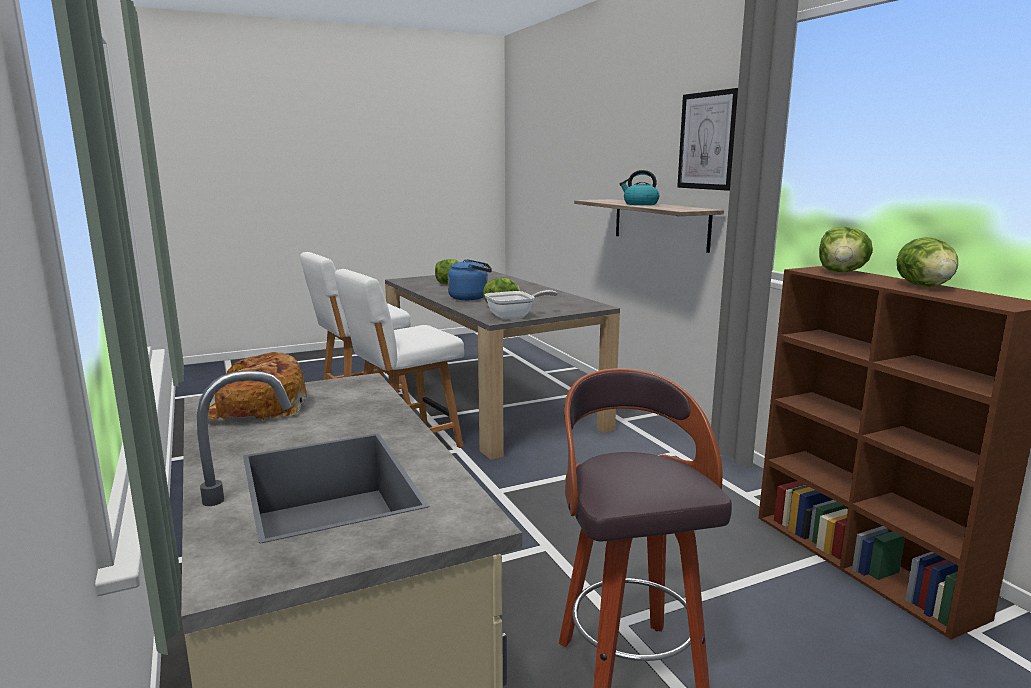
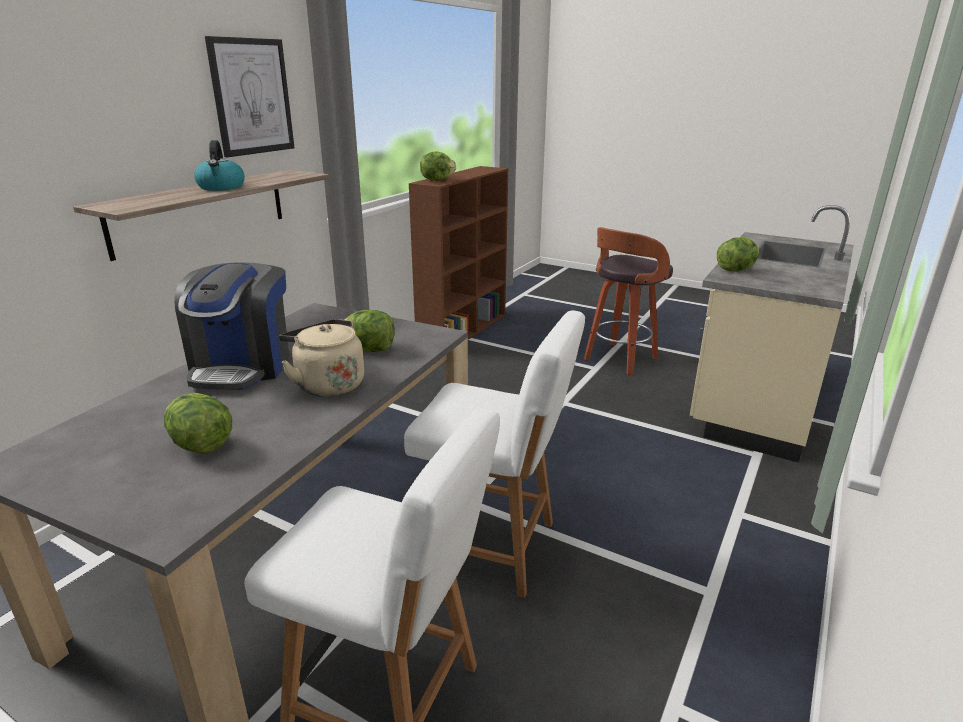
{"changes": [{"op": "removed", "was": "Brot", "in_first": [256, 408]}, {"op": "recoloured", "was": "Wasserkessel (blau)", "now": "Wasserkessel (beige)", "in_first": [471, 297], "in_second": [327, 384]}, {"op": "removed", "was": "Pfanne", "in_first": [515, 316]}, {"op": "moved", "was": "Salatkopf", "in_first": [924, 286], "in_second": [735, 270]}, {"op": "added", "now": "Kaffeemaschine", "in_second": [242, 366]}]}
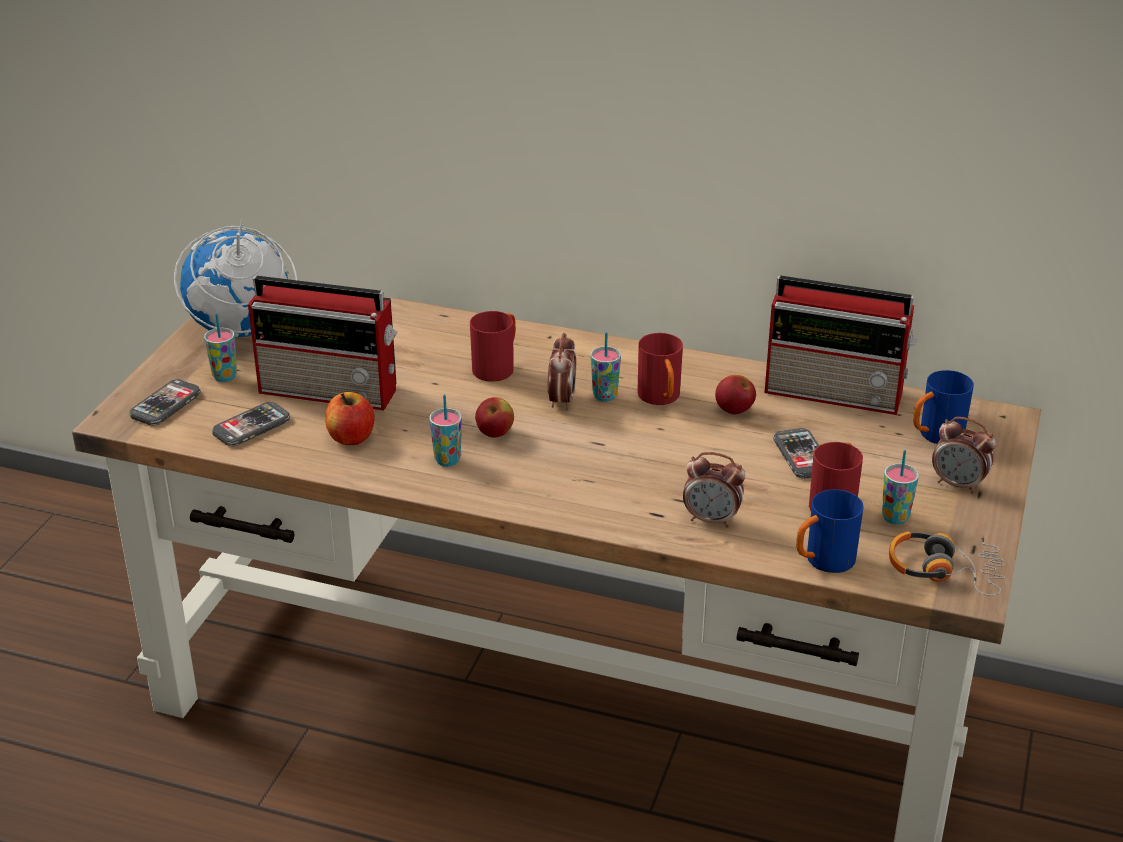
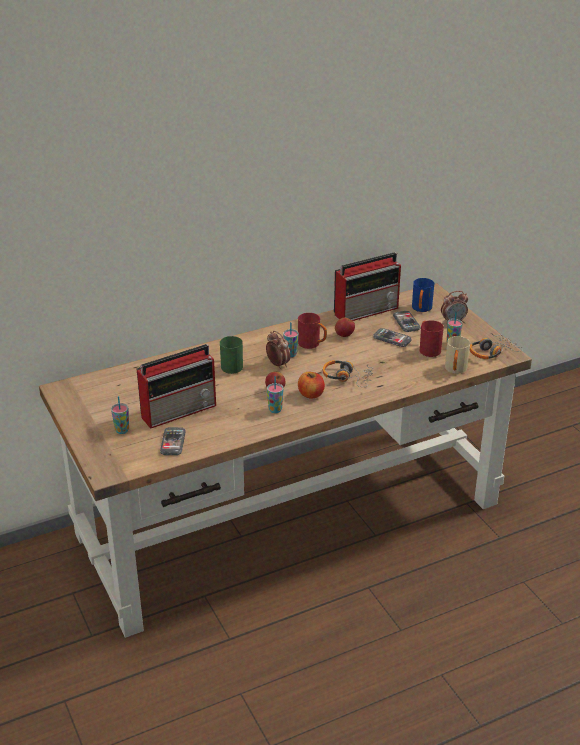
{"changes": [{"op": "moved", "was": "Handy", "in_first": [165, 405], "in_second": [406, 322]}, {"op": "removed", "was": "Globus", "in_first": [240, 332]}, {"op": "moved", "was": "Apfel", "in_first": [351, 437], "in_second": [311, 394]}, {"op": "recoloured", "was": "Henkelbecher (rot)", "now": "Henkelbecher (grün)", "in_first": [497, 367], "in_second": [231, 365]}, {"op": "removed", "was": "Wecker", "in_first": [712, 520]}, {"op": "recoloured", "was": "Henkelbecher (blau)", "now": "Henkelbecher (beige)", "in_first": [822, 562], "in_second": [455, 370]}, {"op": "added", "now": "Kopfhörer", "in_second": [348, 377]}]}
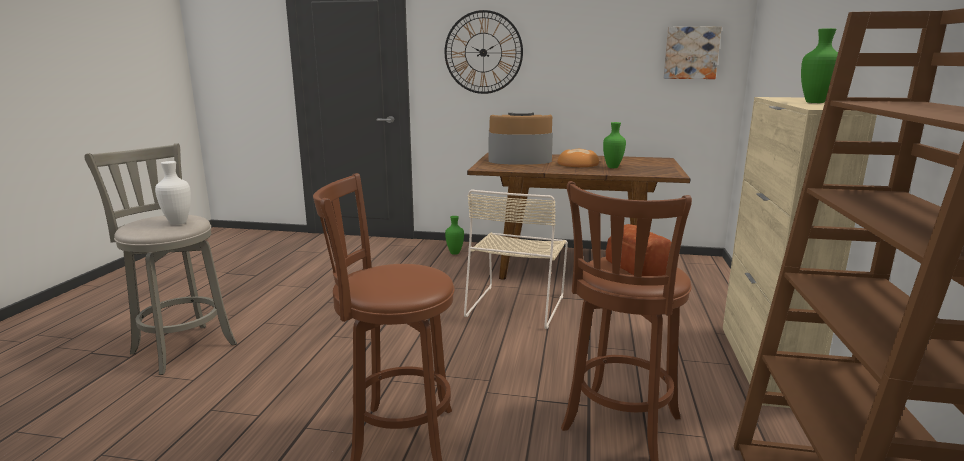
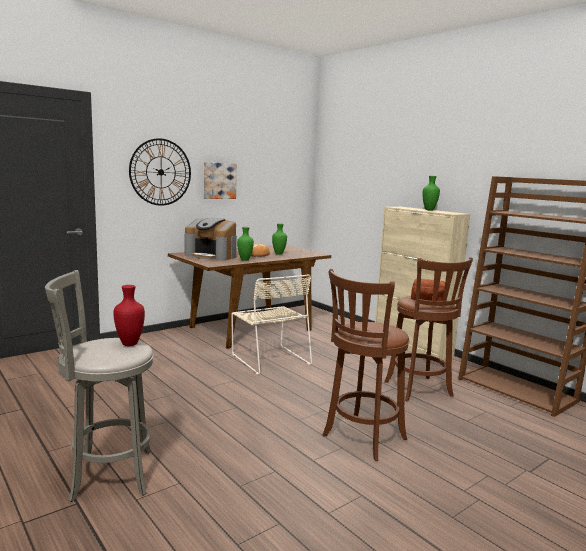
{"changes": [{"op": "recoloured", "was": "Vase (weiß)", "now": "Vase (rot)", "in_first": [177, 223], "in_second": [129, 344]}, {"op": "moved", "was": "Vase (grün)", "in_first": [455, 253], "in_second": [245, 260]}, {"op": "turned", "was": "Kaffeemaschine", "in_first": [519, 160], "in_second": [211, 256], "clockwise": -105}, {"op": "moved", "was": "Bild", "in_first": [691, 53], "in_second": [219, 180]}]}
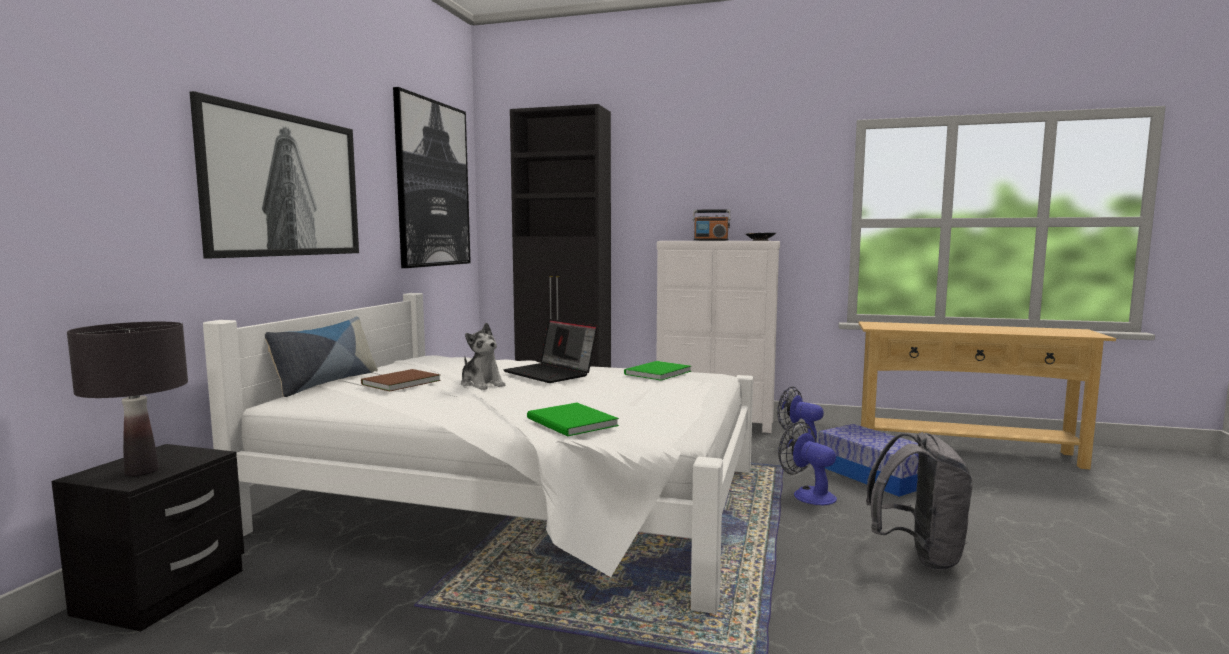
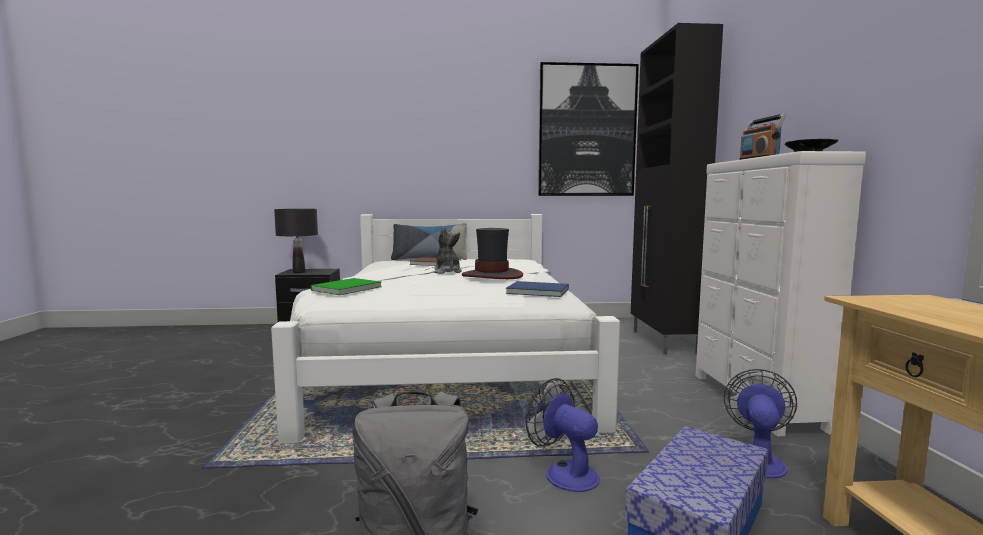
{"changes": [{"op": "removed", "was": "Bild", "in_first": [285, 185]}, {"op": "turned", "was": "Plüschtier", "in_first": [482, 385], "in_second": [447, 272], "clockwise": 135}, {"op": "replaced", "was": "Laptop", "now": "Hut", "in_first": [551, 373], "in_second": [492, 275]}, {"op": "recoloured", "was": "Buch (grün)", "now": "Buch (blau)", "in_first": [655, 373], "in_second": [536, 291]}, {"op": "turned", "was": "Ventilator", "in_first": [808, 494], "in_second": [564, 472], "clockwise": -75}]}
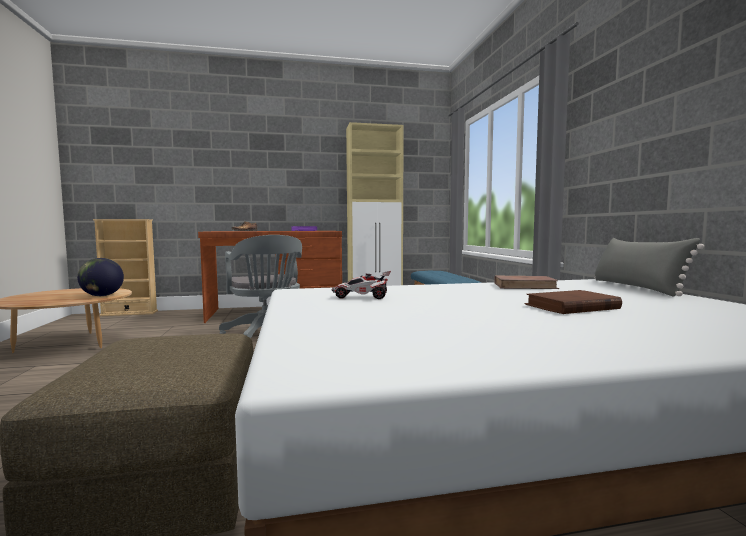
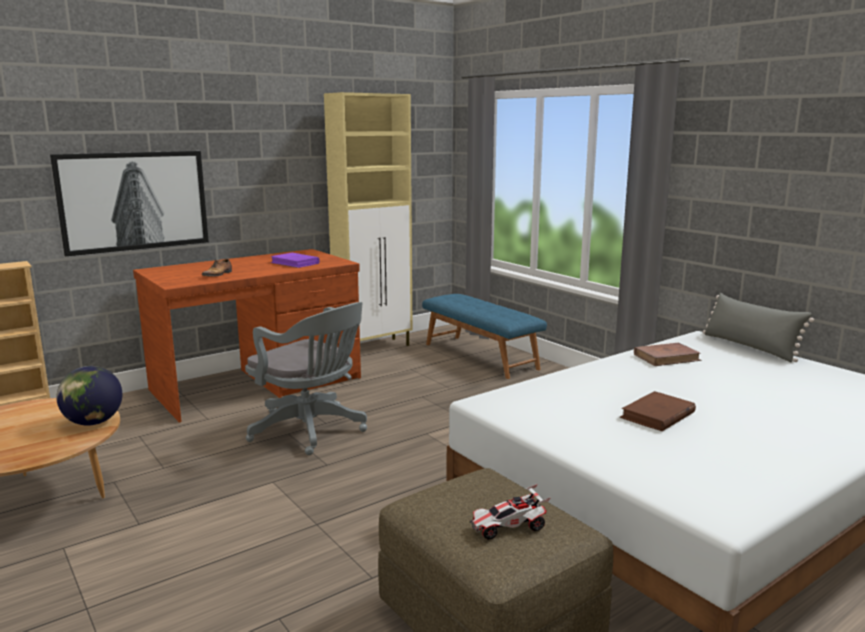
{"changes": [{"op": "moved", "was": "Spielzeugauto", "in_first": [362, 297], "in_second": [508, 527]}, {"op": "moved", "was": "Buch (braun)", "in_first": [571, 307], "in_second": [657, 415]}, {"op": "added", "now": "Bild", "in_second": [134, 201]}]}
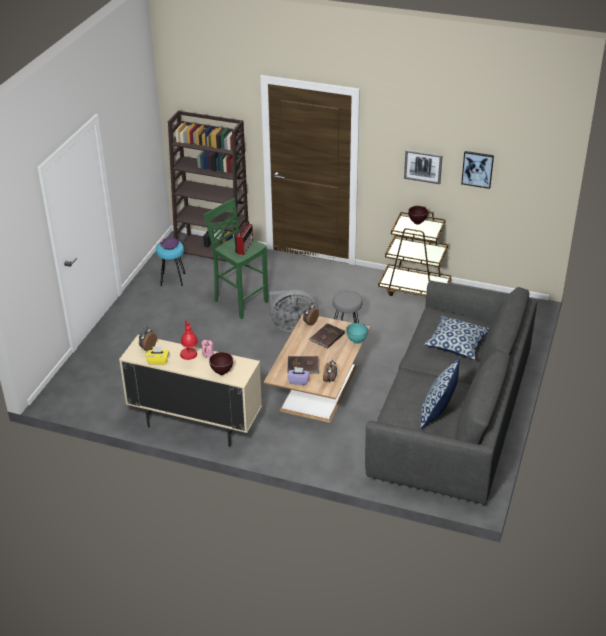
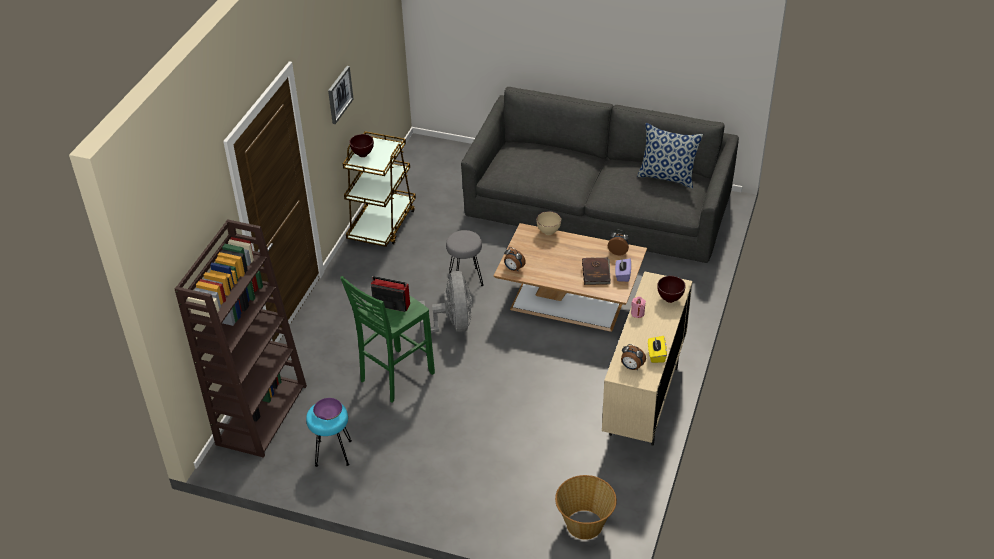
{"changes": [{"op": "removed", "was": "Tischlampe (rot)", "in_first": [190, 359]}, {"op": "removed", "was": "Buch (braun)", "in_first": [326, 337]}, {"op": "recoloured", "was": "Schüssel (türkis)", "now": "Schüssel (beige)", "in_first": [357, 341], "in_second": [548, 232]}, {"op": "removed", "was": "Kissen", "in_first": [456, 344]}, {"op": "removed", "was": "Bild", "in_first": [477, 169]}, {"op": "added", "now": "Korb", "in_second": [584, 525]}]}
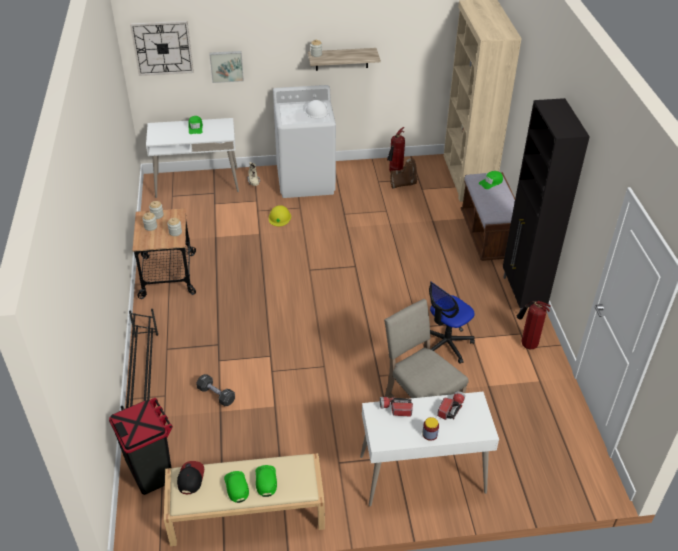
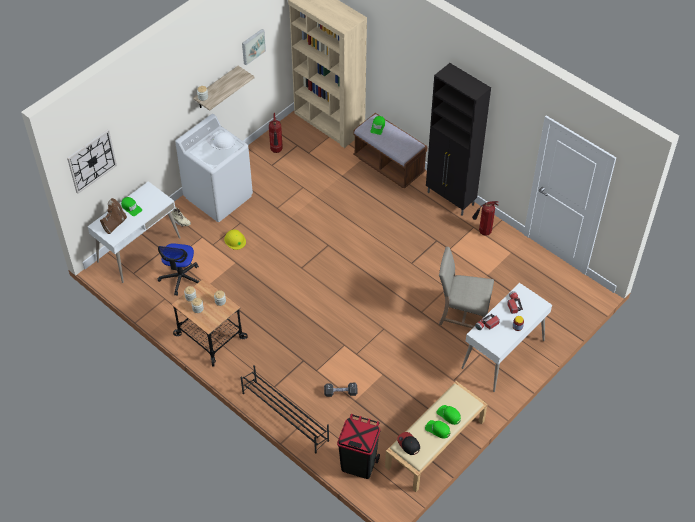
{"changes": [{"op": "moved", "was": "Bild", "in_first": [226, 66], "in_second": [252, 46]}, {"op": "moved", "was": "Stiefel (braun)", "in_first": [403, 184], "in_second": [114, 223]}, {"op": "moved", "was": "Bürostuhl", "in_first": [445, 344], "in_second": [181, 278]}]}
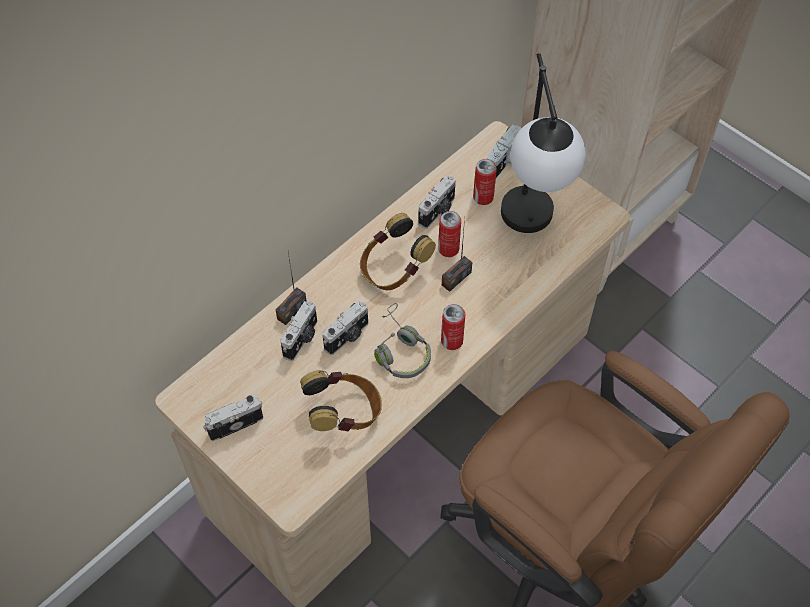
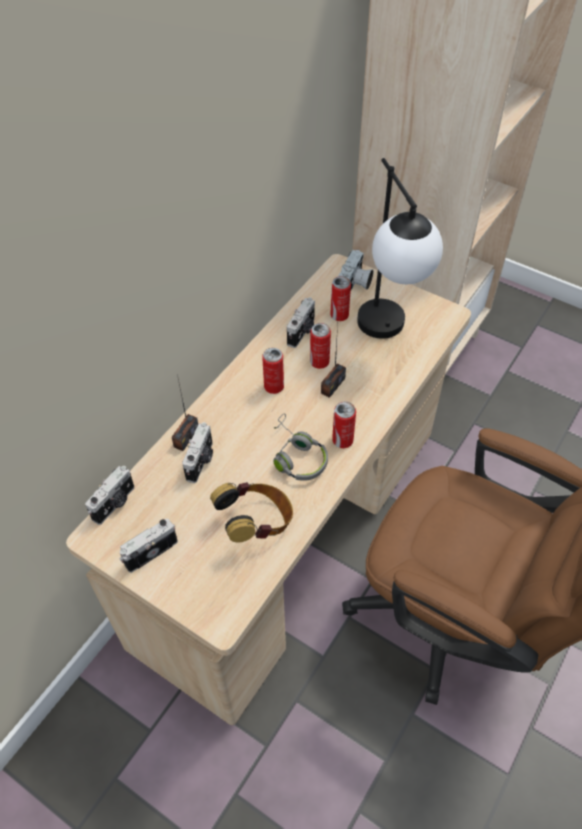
{"changes": [{"op": "moved", "was": "Kamera", "in_first": [348, 337], "in_second": [115, 503]}, {"op": "replaced", "was": "Kopfhörer", "now": "Dose", "in_first": [393, 269], "in_second": [274, 387]}]}
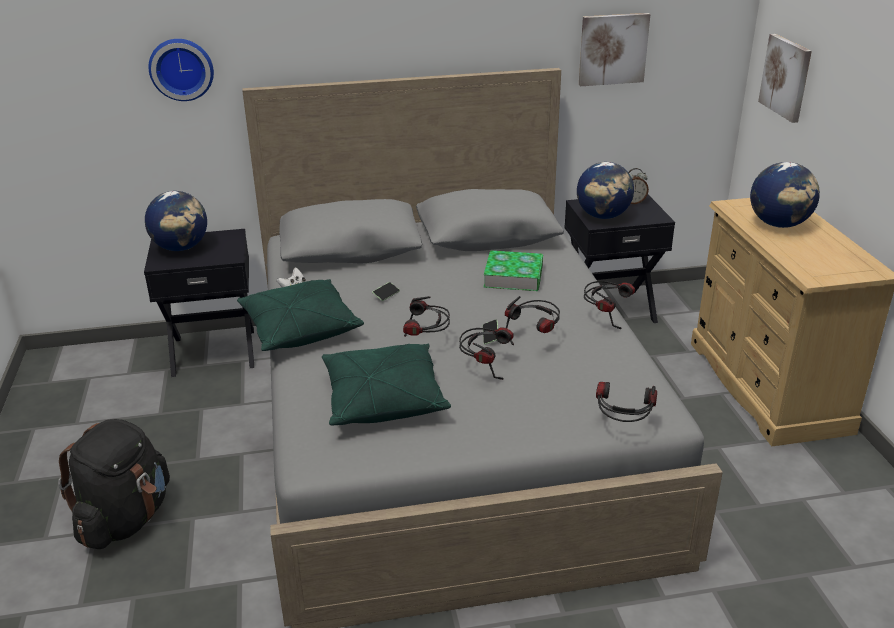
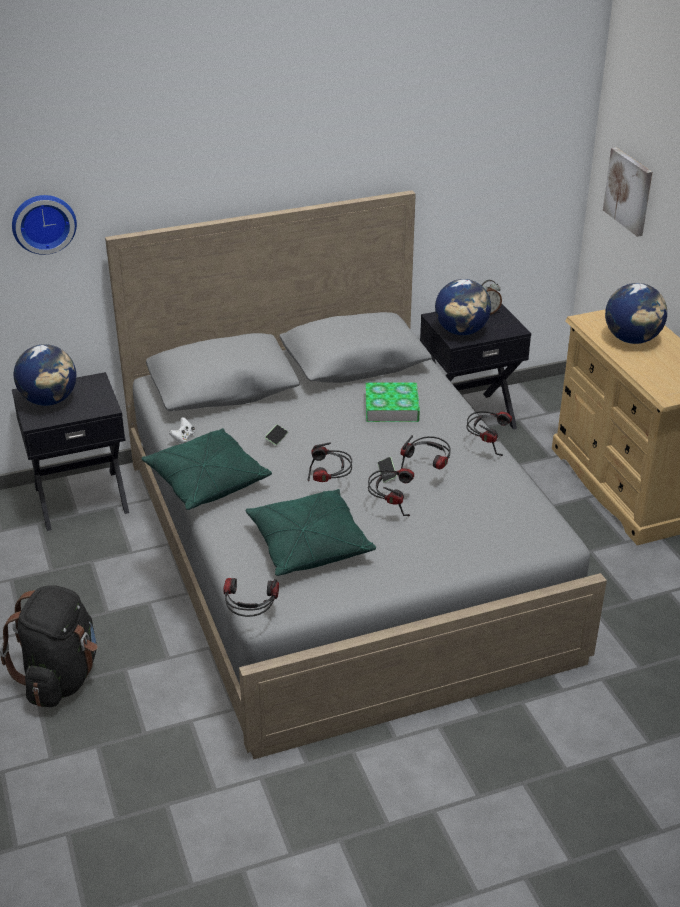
{"changes": [{"op": "removed", "was": "Bild", "in_first": [612, 49]}, {"op": "moved", "was": "Kopfhörer", "in_first": [622, 427], "in_second": [251, 618]}]}
